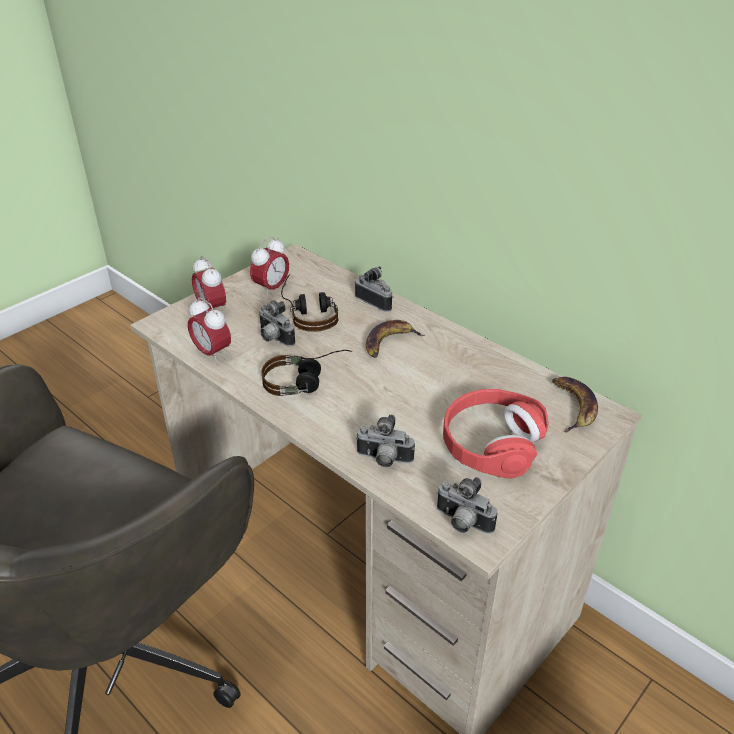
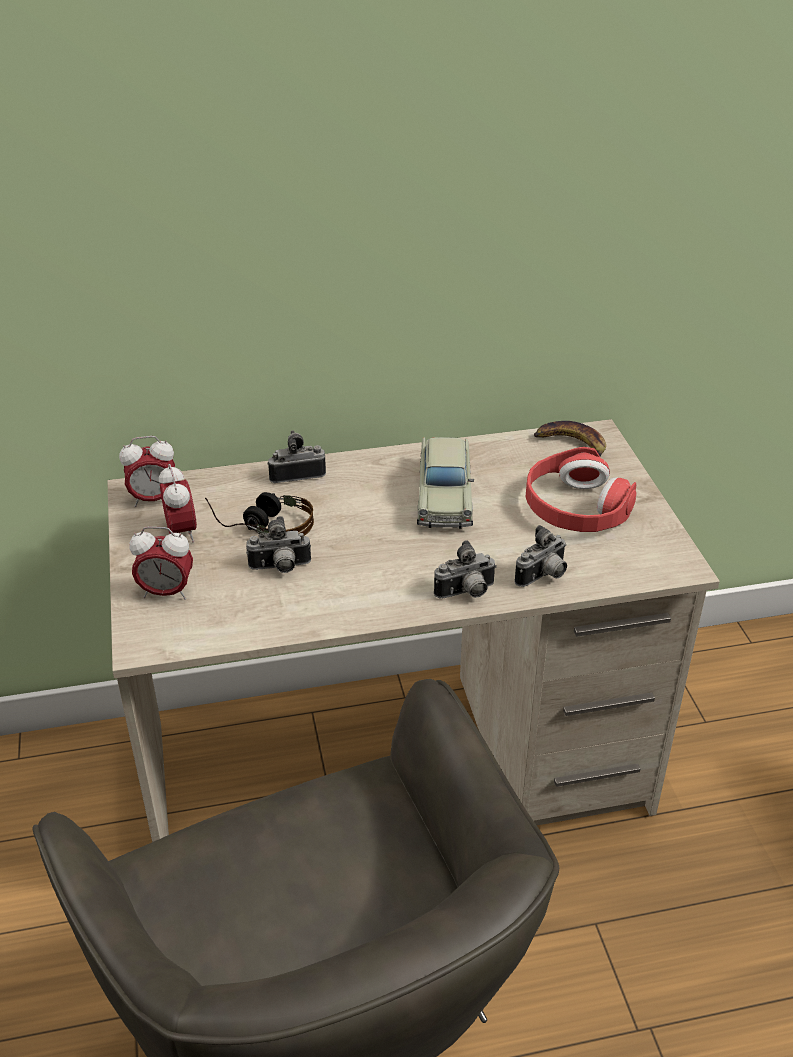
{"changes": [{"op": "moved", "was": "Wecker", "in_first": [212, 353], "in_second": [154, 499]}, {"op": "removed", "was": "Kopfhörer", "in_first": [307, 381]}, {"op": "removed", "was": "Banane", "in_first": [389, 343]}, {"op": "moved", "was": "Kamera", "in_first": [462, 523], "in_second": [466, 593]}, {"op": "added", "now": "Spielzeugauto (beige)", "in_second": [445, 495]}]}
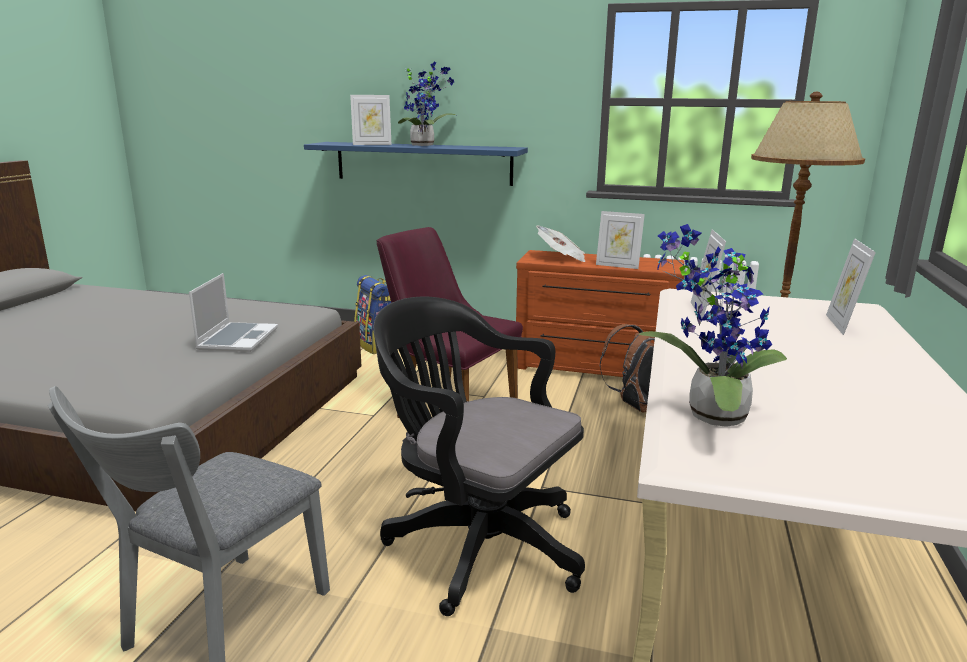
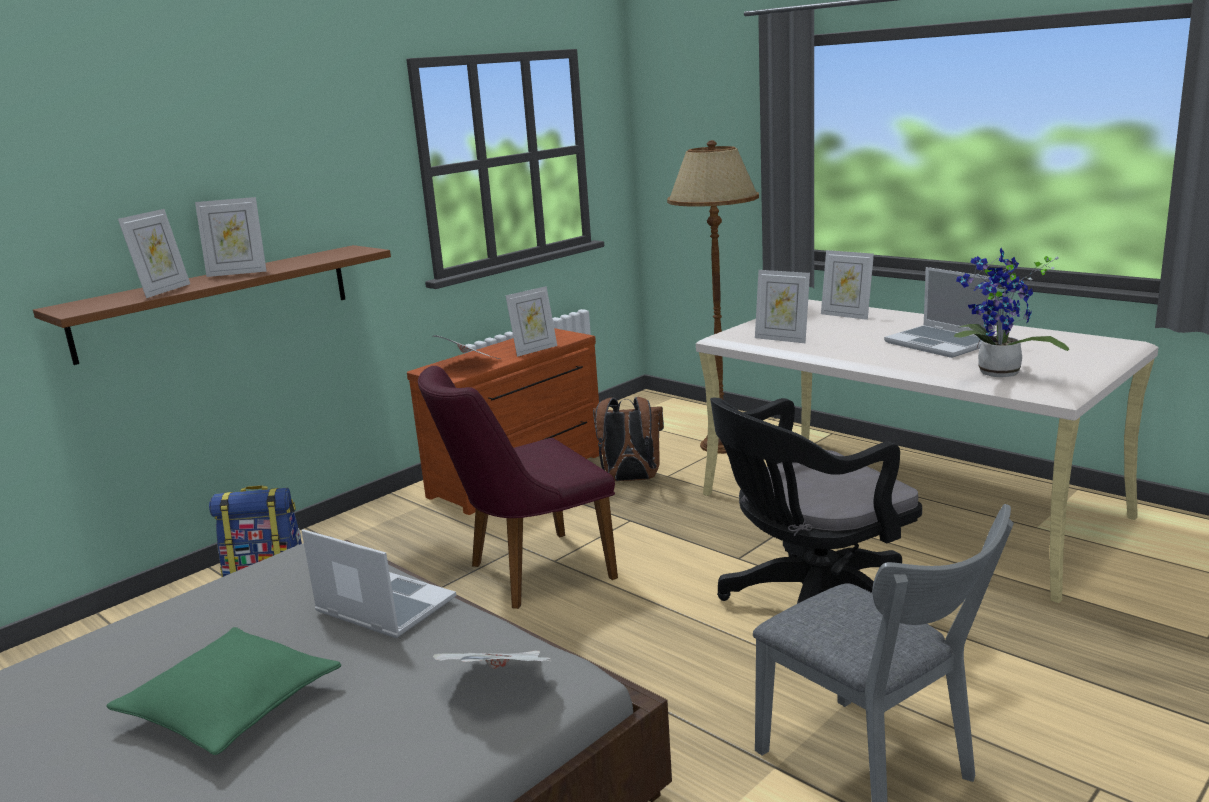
{"changes": [{"op": "recoloured", "was": "Wandregal (blau)", "now": "Wandregal (braun)", "in_first": [423, 163], "in_second": [216, 301]}, {"op": "replaced", "was": "Topfpflanze", "now": "Bilderrahmen", "in_first": [425, 145], "in_second": [238, 273]}, {"op": "added", "now": "Kissen (grün)", "in_second": [231, 706]}, {"op": "added", "now": "Zeitung", "in_second": [501, 683]}, {"op": "added", "now": "Laptop", "in_second": [940, 343]}]}
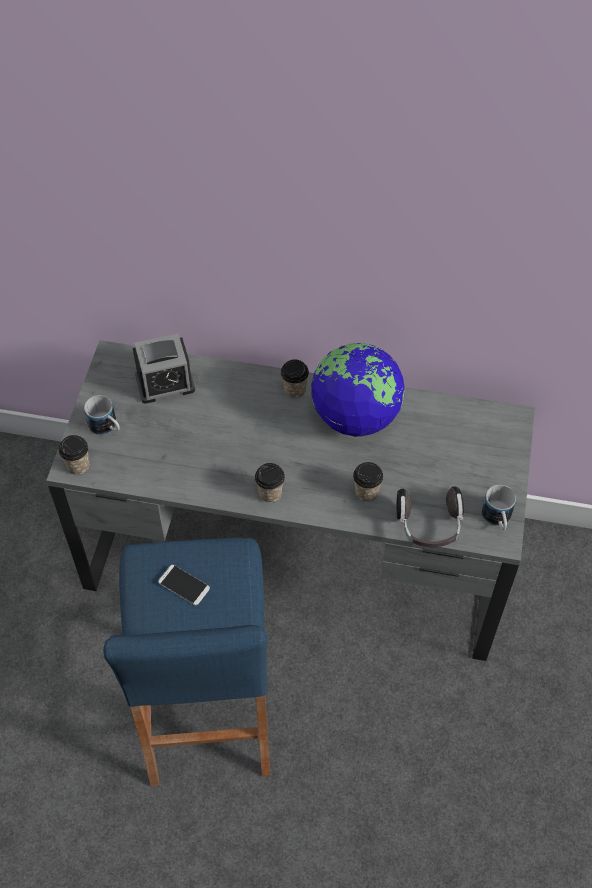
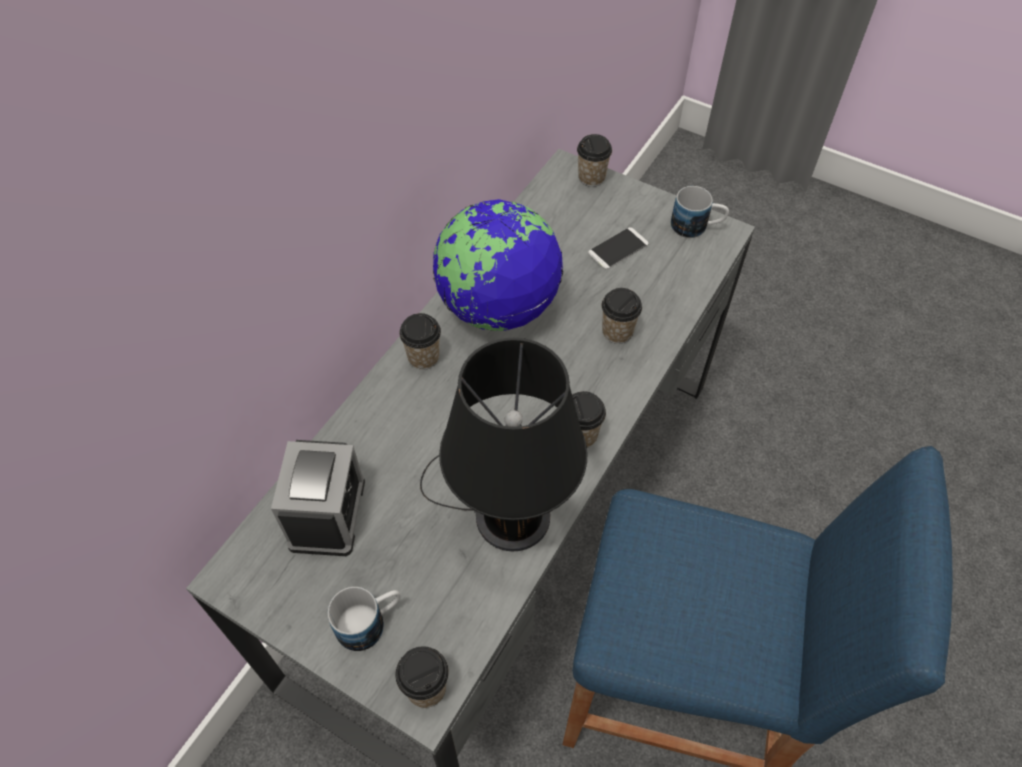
{"changes": [{"op": "moved", "was": "Handy", "in_first": [184, 585], "in_second": [618, 249]}, {"op": "removed", "was": "Kopfhörer", "in_first": [429, 526]}, {"op": "added", "now": "Tischlampe (schwarz)", "in_second": [505, 510]}, {"op": "added", "now": "Tasse", "in_second": [591, 178]}]}
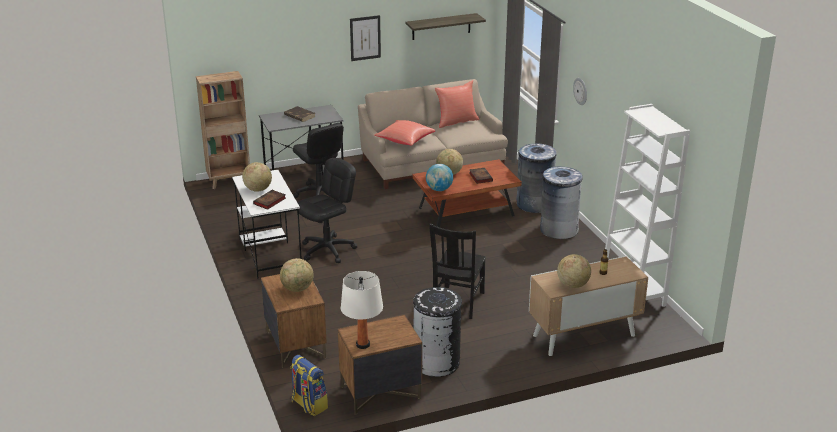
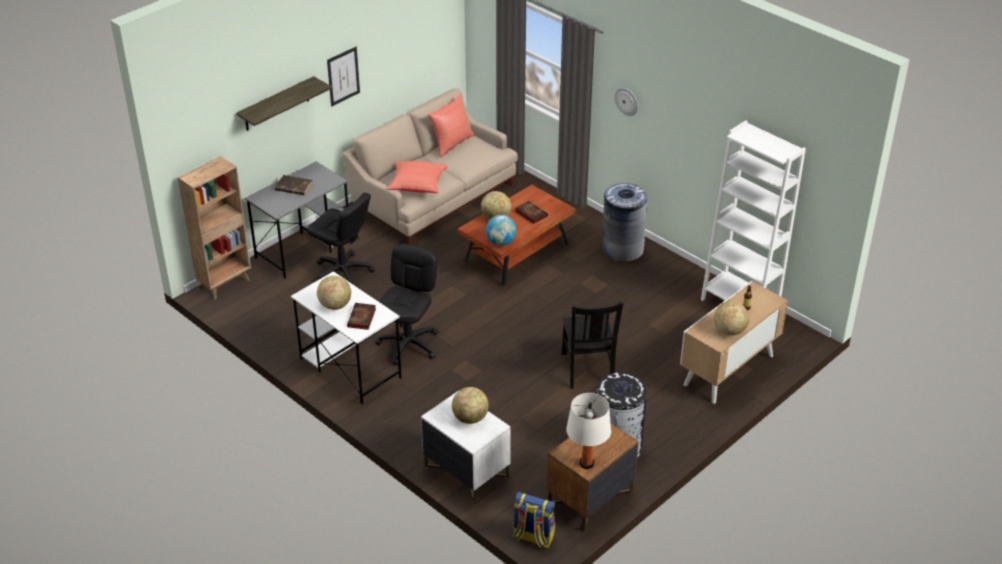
{"changes": [{"op": "recoloured", "was": "Nachttisch (braun)", "now": "Nachttisch (weiß)", "in_first": [295, 344], "in_second": [466, 472]}, {"op": "moved", "was": "Wandregal", "in_first": [441, 26], "in_second": [276, 104]}, {"op": "removed", "was": "Mülleimer (grau)", "in_first": [534, 204]}]}
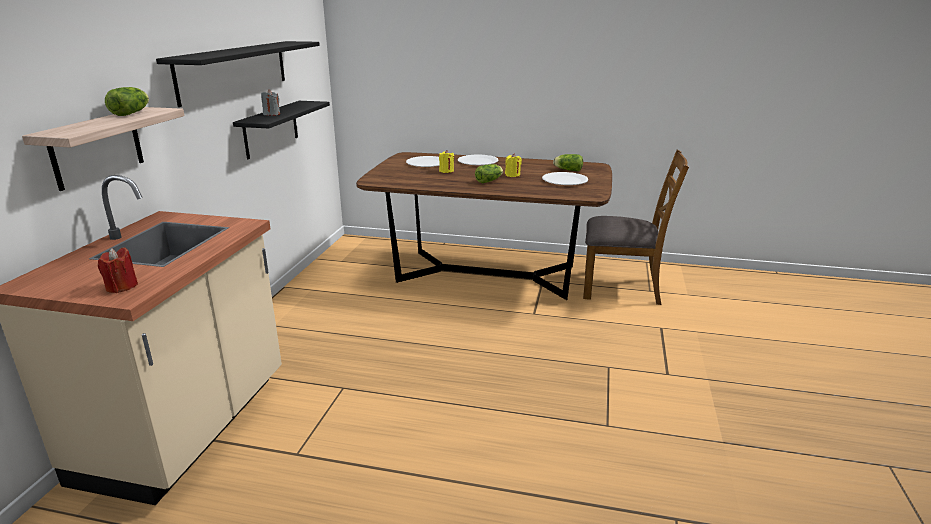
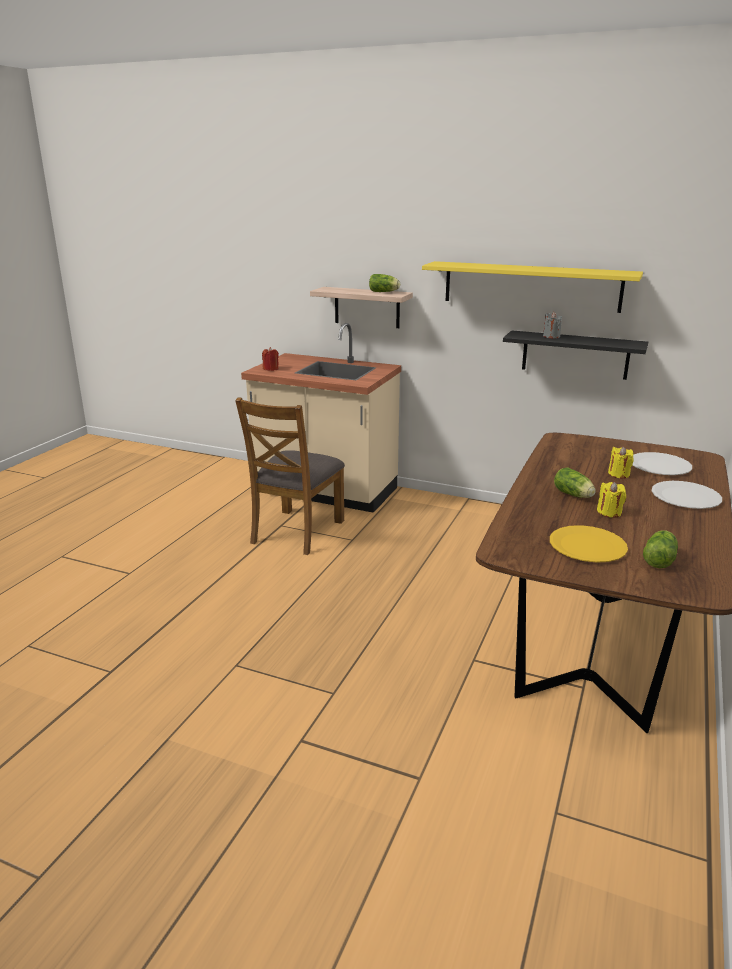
{"changes": [{"op": "recoloured", "was": "Wandregal (schwarz)", "now": "Wandregal (gelb)", "in_first": [234, 70], "in_second": [531, 286]}, {"op": "recoloured", "was": "Teller (weiß)", "now": "Teller (gelb)", "in_first": [564, 180], "in_second": [587, 546]}, {"op": "moved", "was": "Stuhl (braun)", "in_first": [622, 288], "in_second": [296, 531]}]}
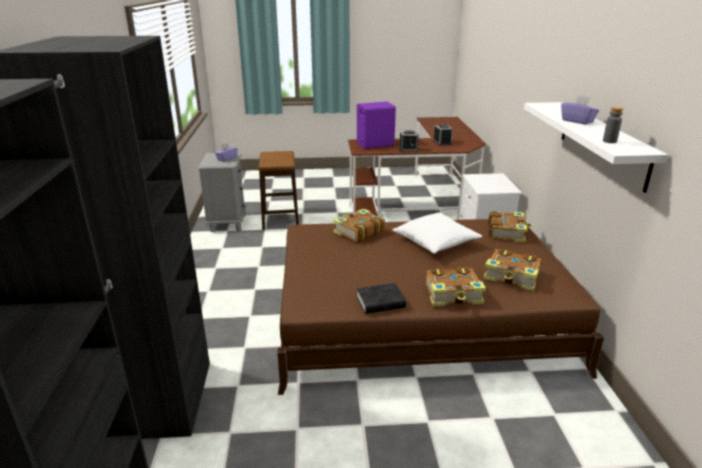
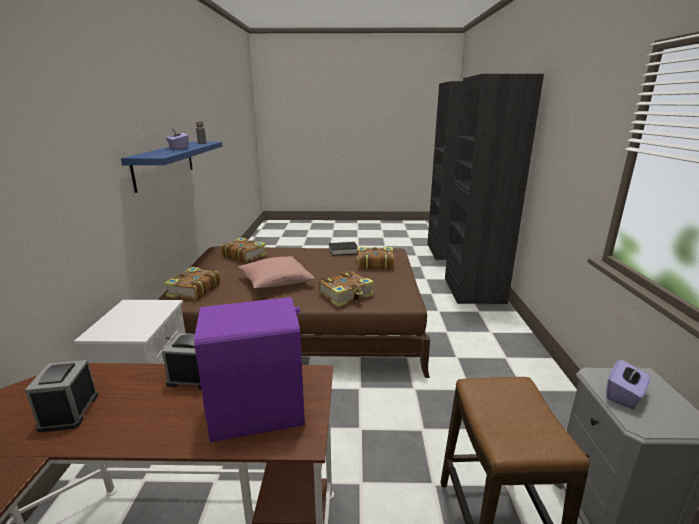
{"changes": [{"op": "recoloured", "was": "Kissen (weiß)", "now": "Kissen (rosa)", "in_first": [436, 242], "in_second": [275, 282]}, {"op": "moved", "was": "Buch", "in_first": [453, 294], "in_second": [374, 264]}, {"op": "recoloured", "was": "Wandregal (weiß)", "now": "Wandregal (blau)", "in_first": [602, 143], "in_second": [165, 164]}]}
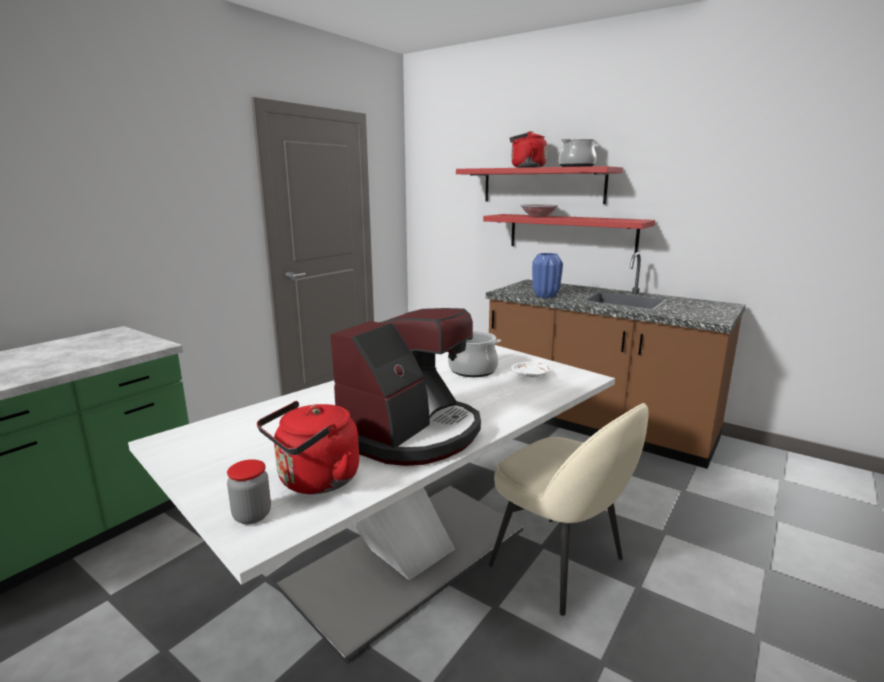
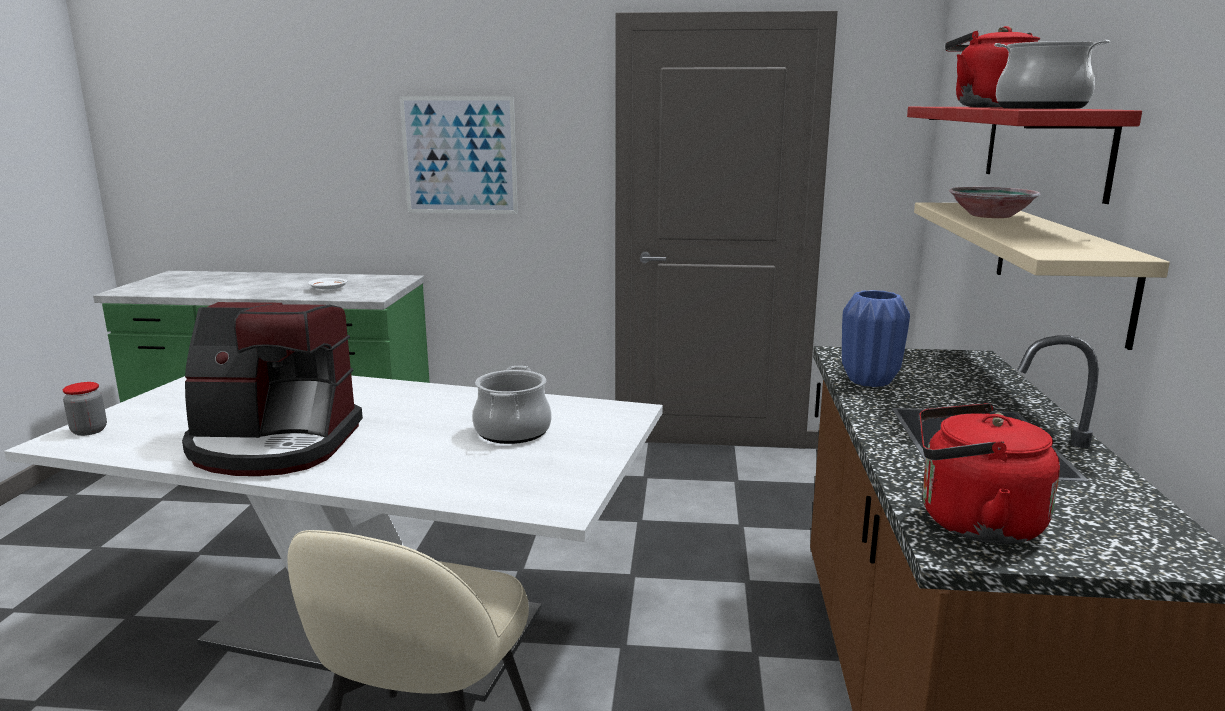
{"changes": [{"op": "moved", "was": "Wasserkessel (rot)", "in_first": [315, 481], "in_second": [972, 523]}, {"op": "recoloured", "was": "Wandregal (rot)", "now": "Wandregal (beige)", "in_first": [571, 233], "in_second": [1059, 266]}, {"op": "moved", "was": "Teller (weiß)", "in_first": [530, 375], "in_second": [328, 289]}, {"op": "added", "now": "Bild", "in_second": [459, 155]}]}
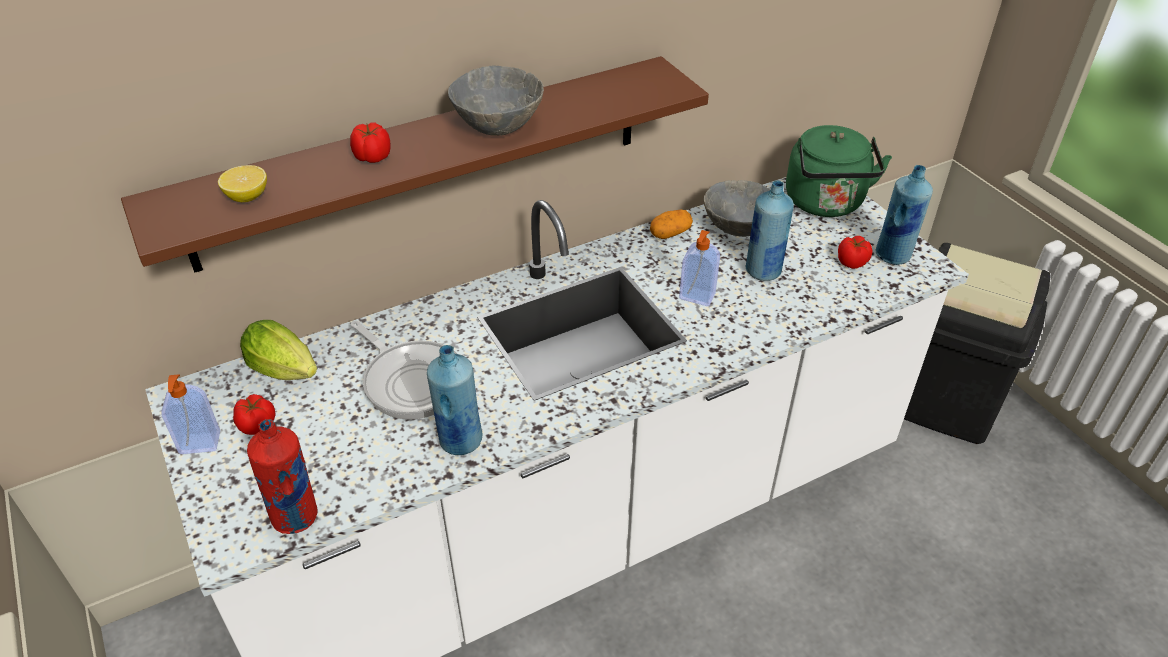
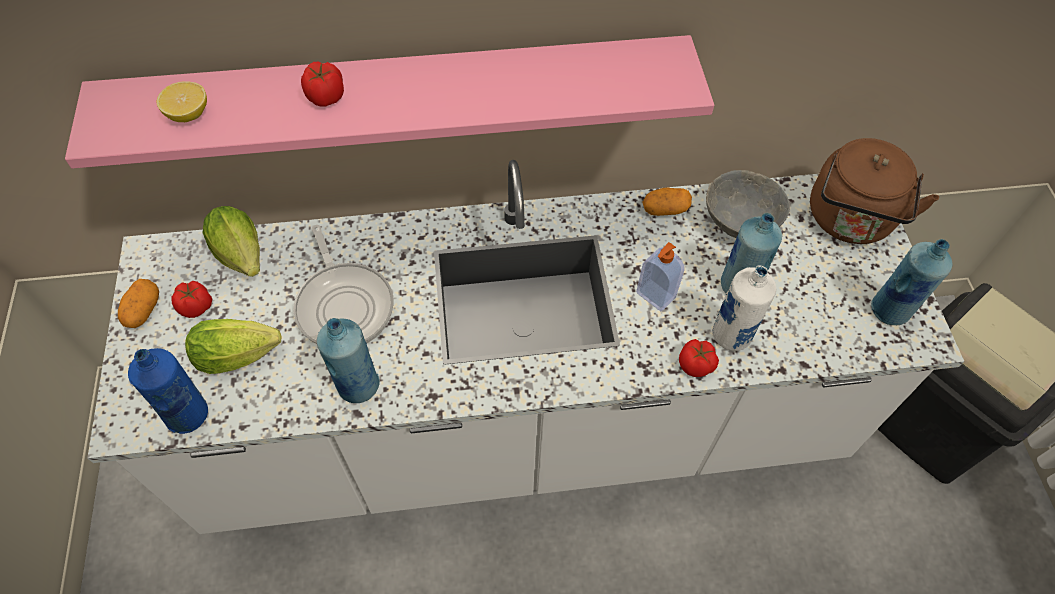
{"changes": [{"op": "recoloured", "was": "Wandregal (braun)", "now": "Wandregal (rosa)", "in_first": [424, 161], "in_second": [401, 96]}, {"op": "replaced", "was": "Seifenspender", "now": "Kartoffel", "in_first": [200, 444], "in_second": [143, 310]}, {"op": "recoloured", "was": "Flasche (rot)", "now": "Flasche (blau)", "in_first": [296, 516], "in_second": [188, 414]}, {"op": "removed", "was": "Schüssel (grau)", "in_first": [498, 126]}, {"op": "recoloured", "was": "Wasserkessel (grün)", "now": "Wasserkessel (braun)", "in_first": [826, 204], "in_second": [849, 221]}, {"op": "moved", "was": "Tomate", "in_first": [852, 262], "in_second": [696, 365]}, {"op": "added", "now": "Salatkopf", "in_second": [242, 355]}, {"op": "added", "now": "Flasche (weiß)", "in_second": [731, 335]}]}
